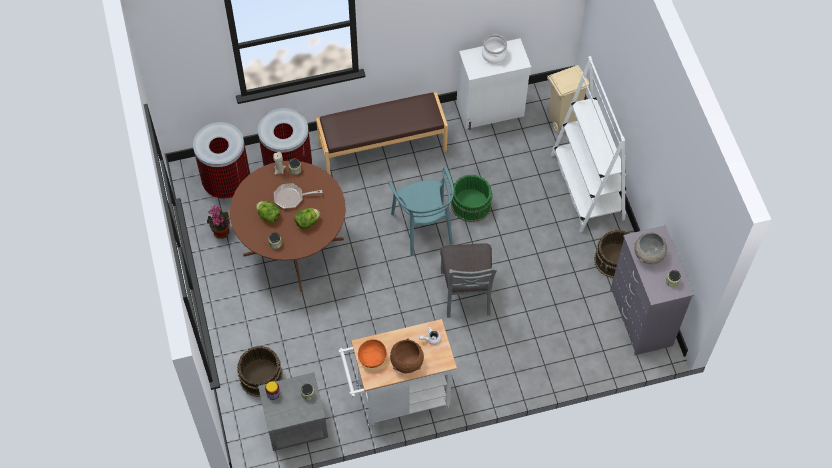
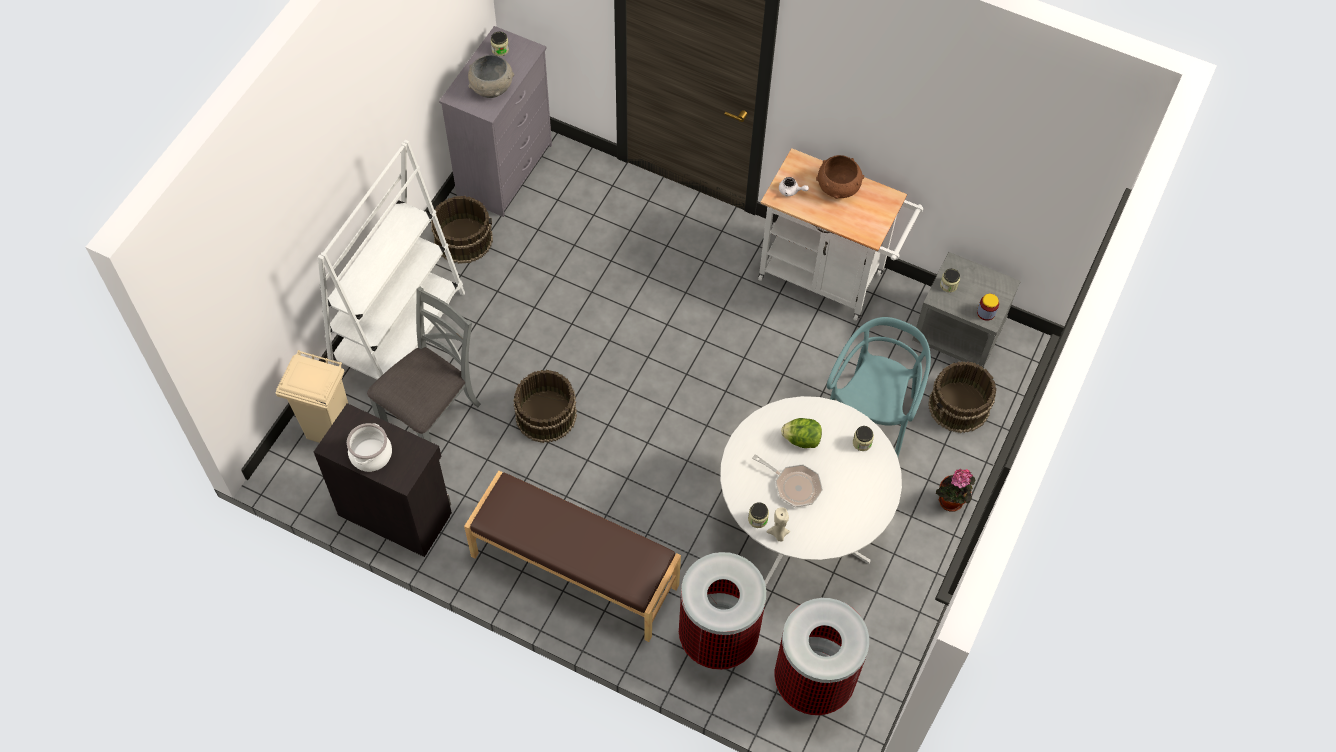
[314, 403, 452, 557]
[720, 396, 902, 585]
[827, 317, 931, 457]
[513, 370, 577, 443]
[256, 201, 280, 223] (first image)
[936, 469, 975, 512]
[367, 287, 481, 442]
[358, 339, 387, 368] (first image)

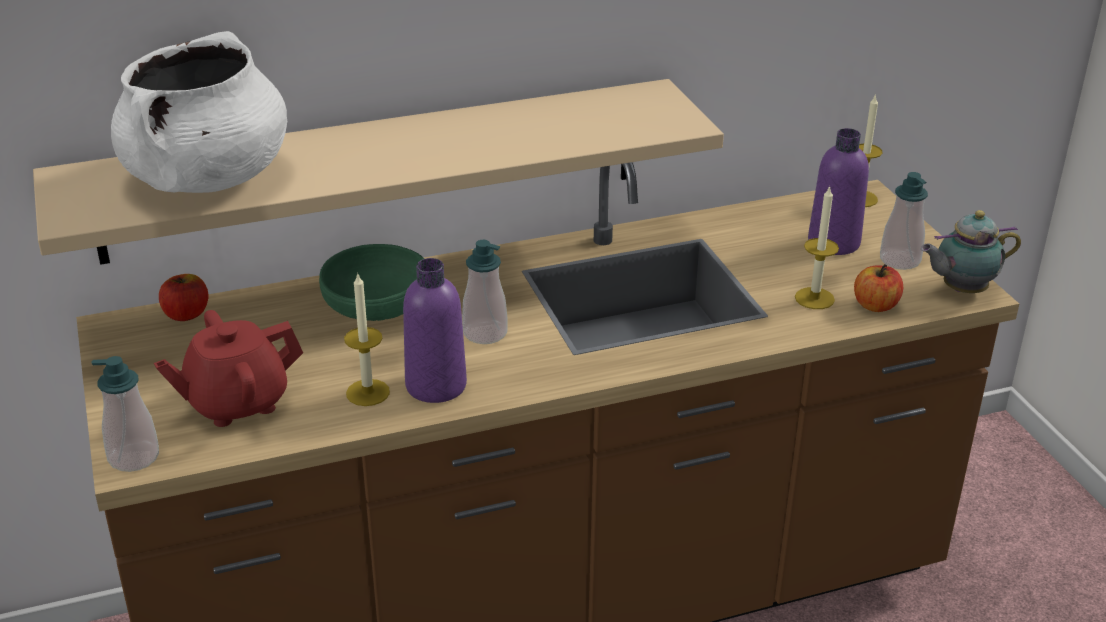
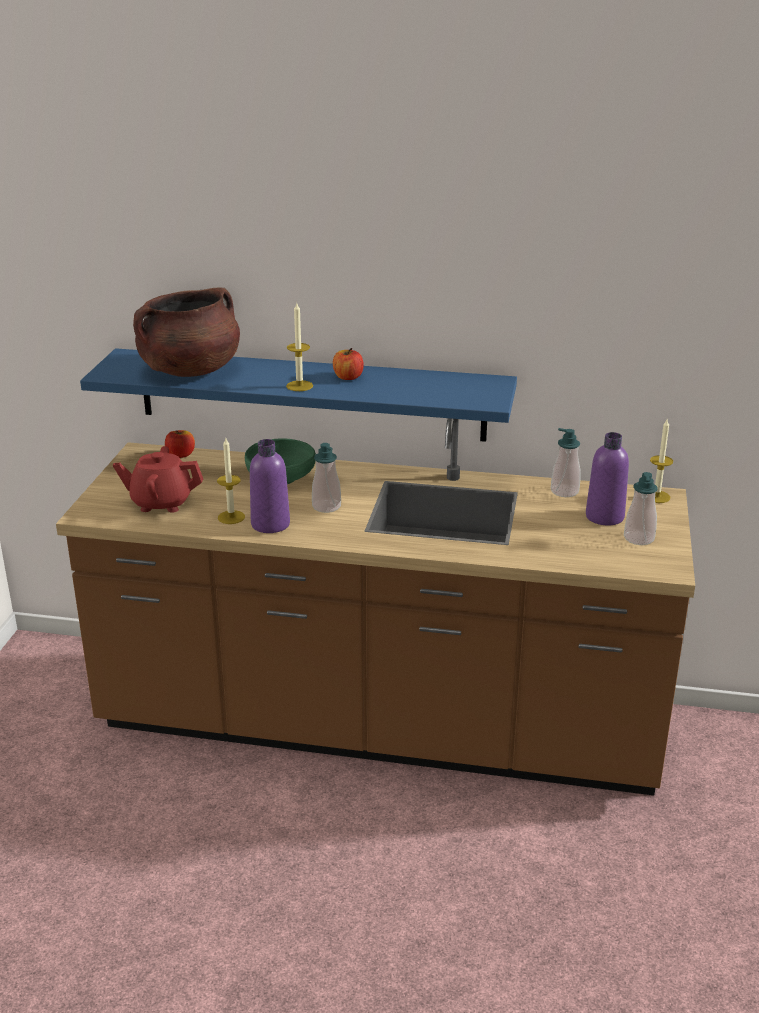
[133, 287, 240, 377]
[80, 348, 517, 442]
[286, 303, 313, 391]
[921, 210, 1021, 293] (first image)
[333, 348, 364, 380]
[551, 428, 581, 497]

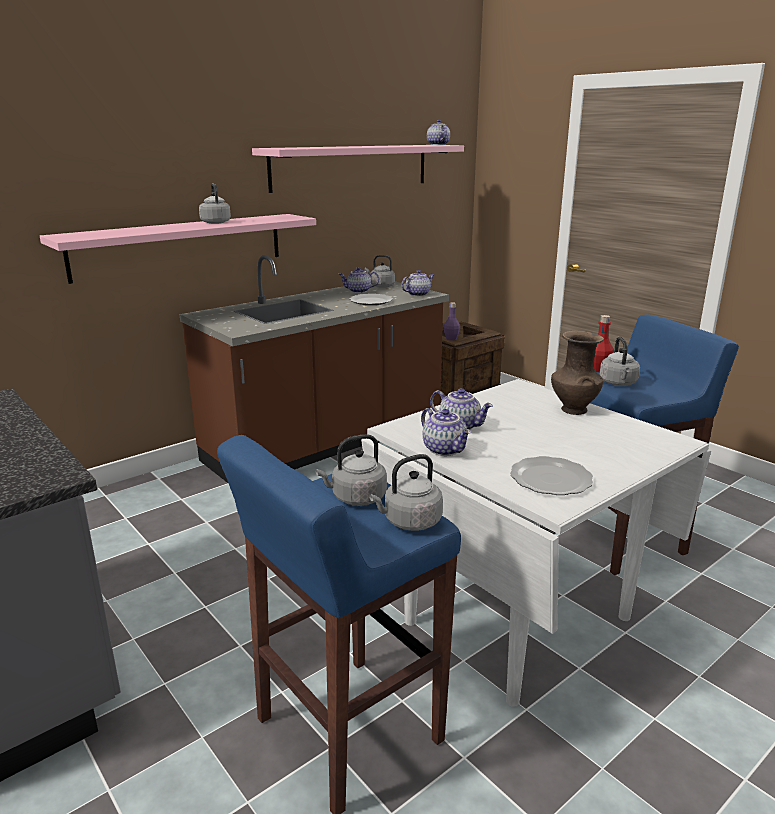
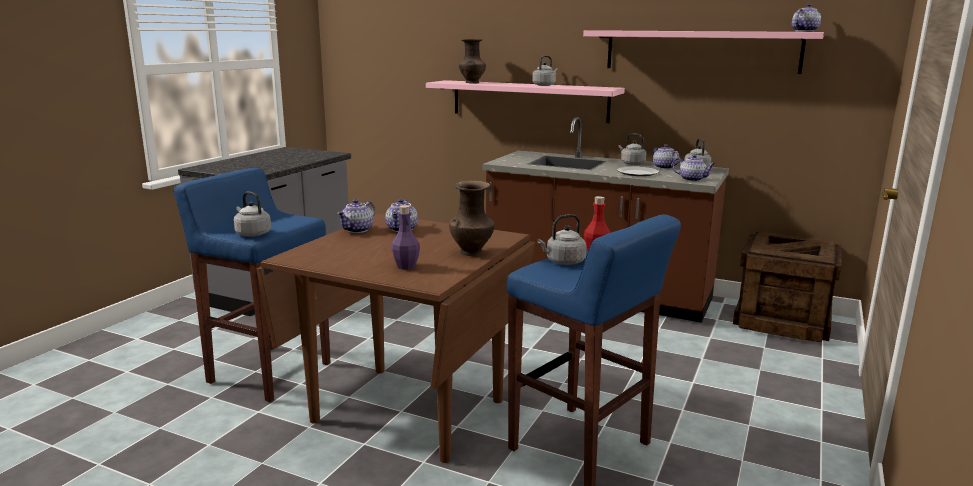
[391, 205, 420, 270]
[256, 214, 535, 463]
[619, 134, 646, 165]
[510, 456, 593, 495] (first image)
[459, 39, 486, 84]

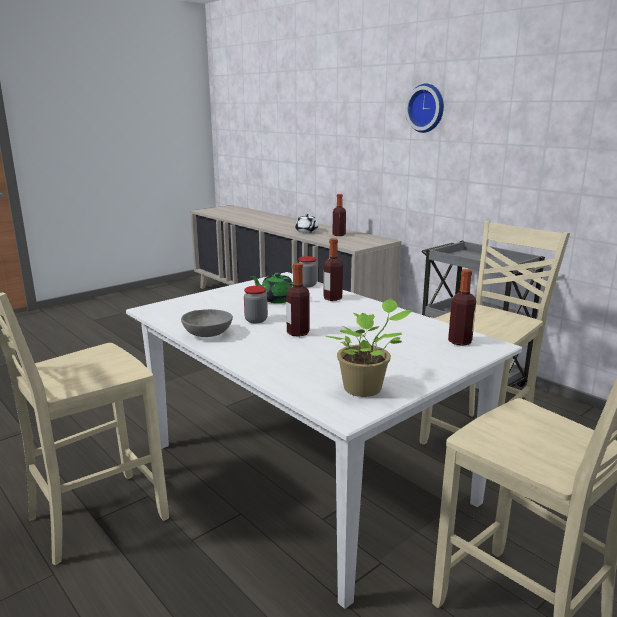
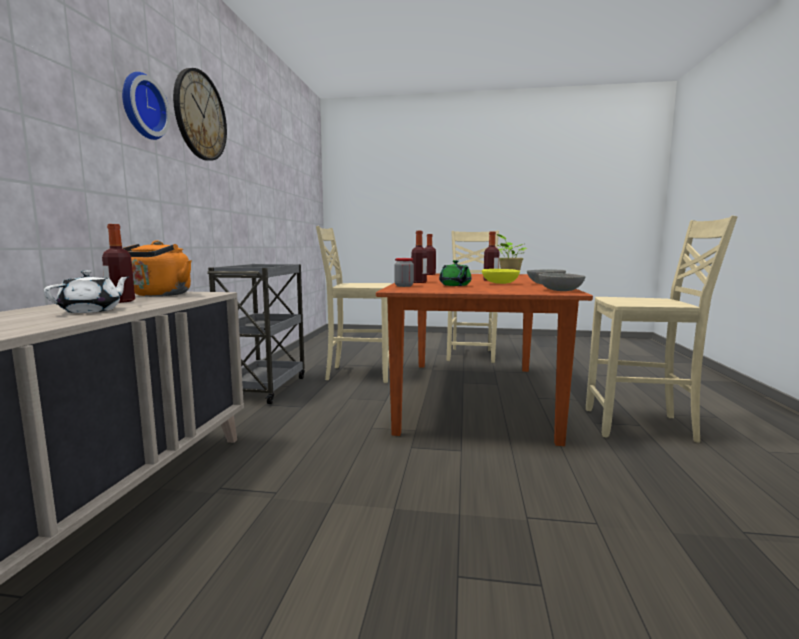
[376, 273, 593, 446]
[482, 269, 520, 284]
[173, 68, 227, 161]
[122, 240, 191, 296]
[539, 273, 585, 291]

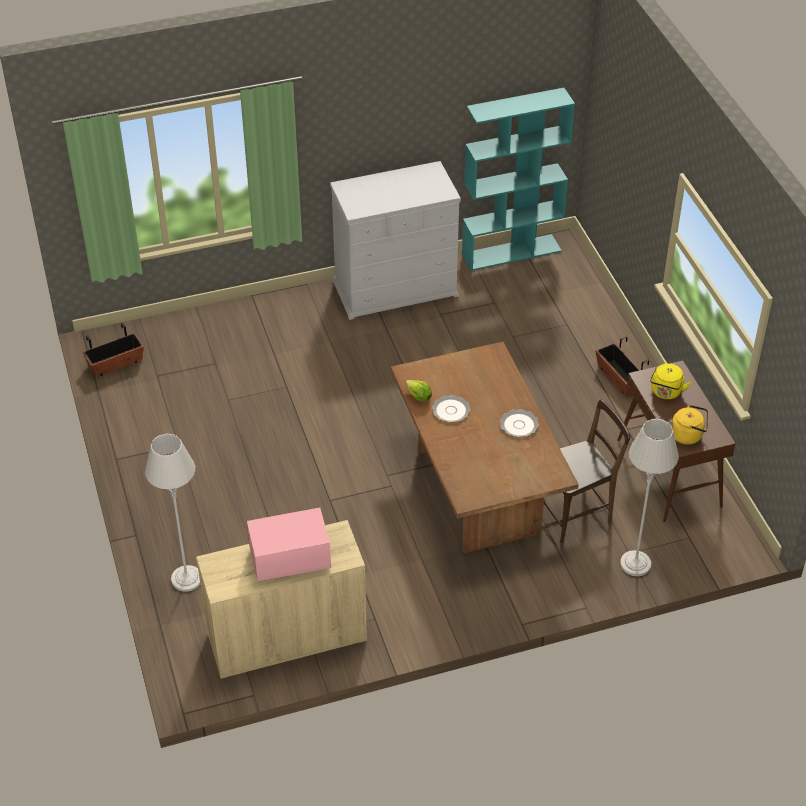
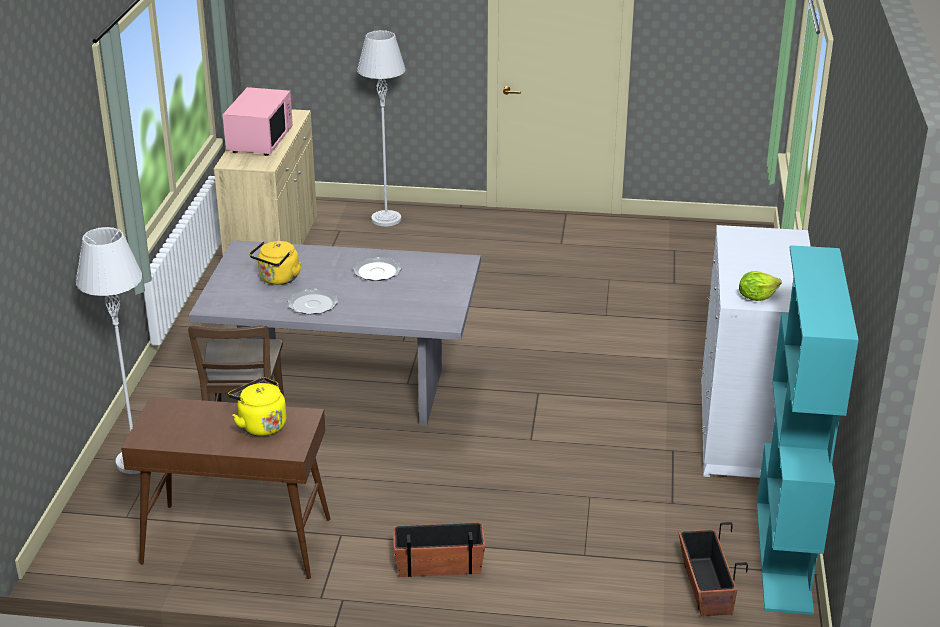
[679, 522, 748, 616]
[189, 240, 481, 426]
[739, 271, 782, 301]
[249, 241, 301, 285]

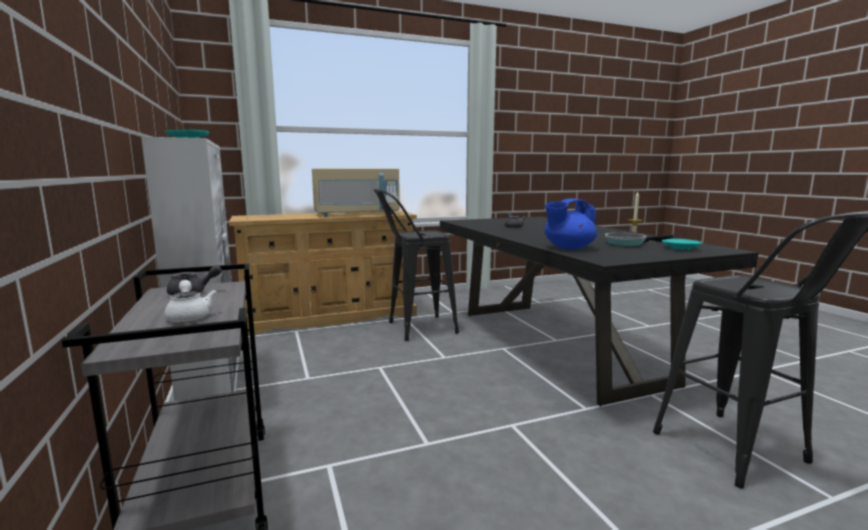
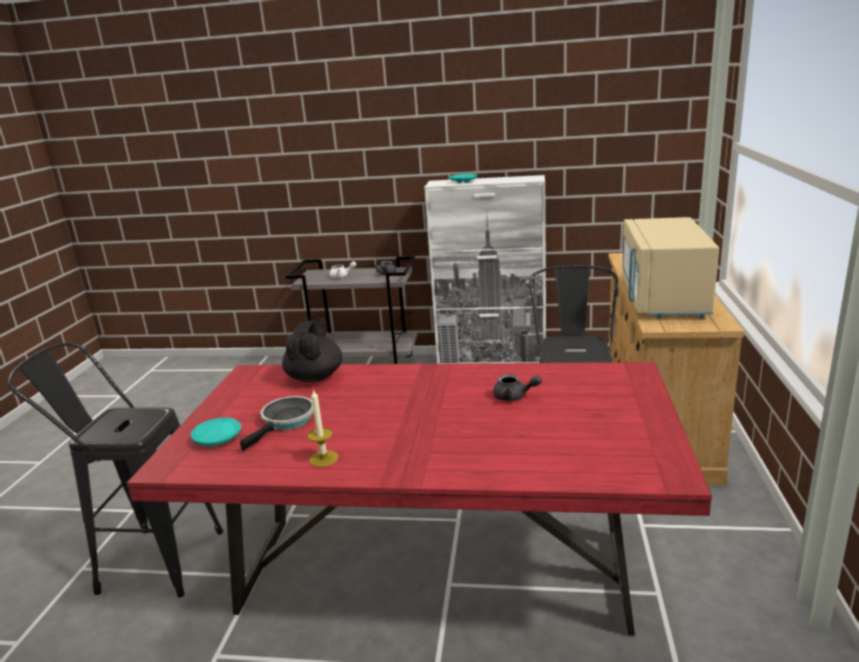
[282, 318, 343, 382]
[127, 362, 712, 636]

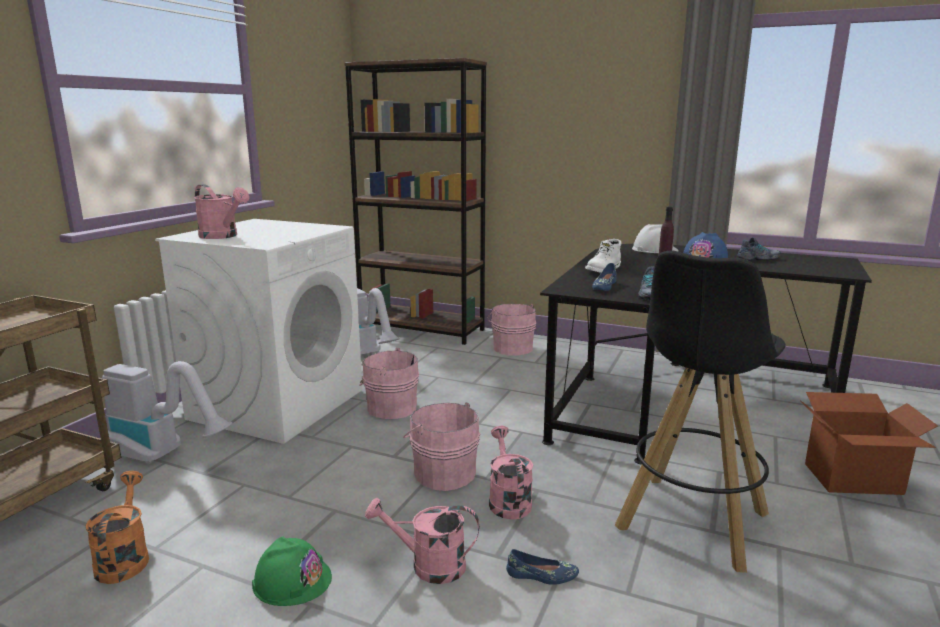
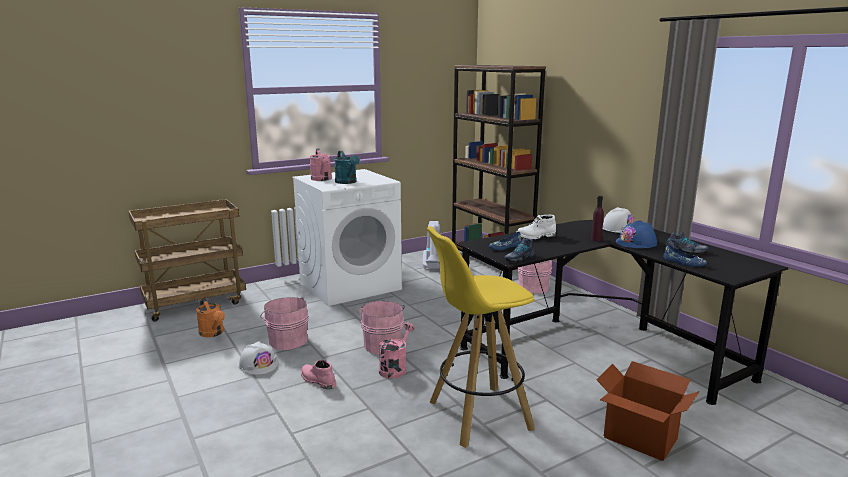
[427, 226, 535, 448]
[260, 297, 308, 350]
[102, 361, 232, 464] (first image)
[196, 297, 225, 337]
[301, 360, 336, 389]
[239, 341, 278, 375]
[663, 245, 707, 267]
[334, 151, 359, 184]

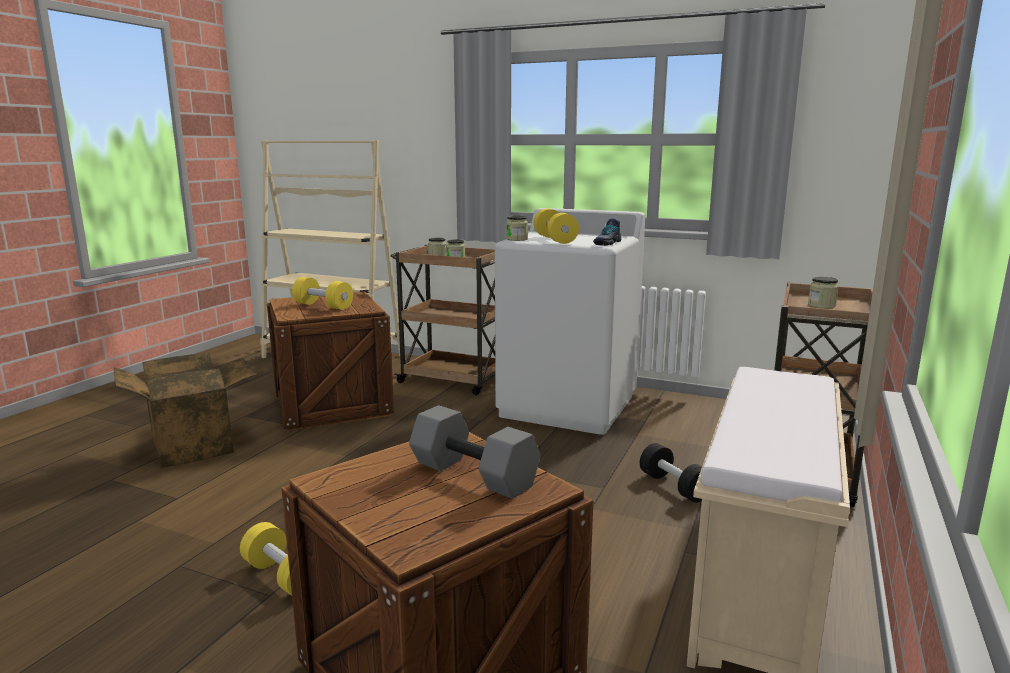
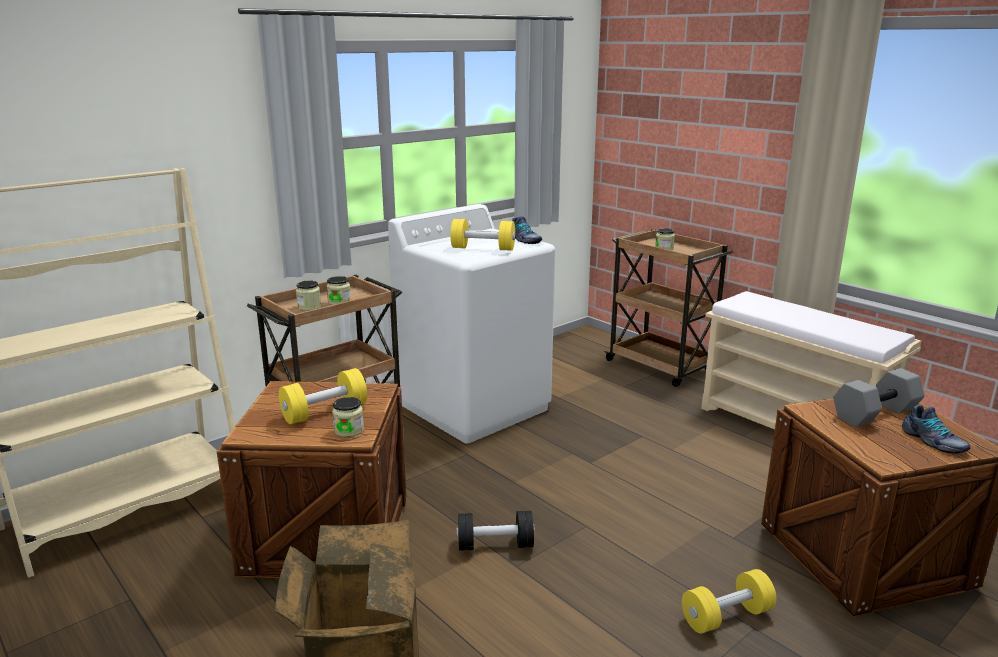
[332, 397, 364, 437]
[457, 511, 535, 551]
[902, 405, 970, 454]

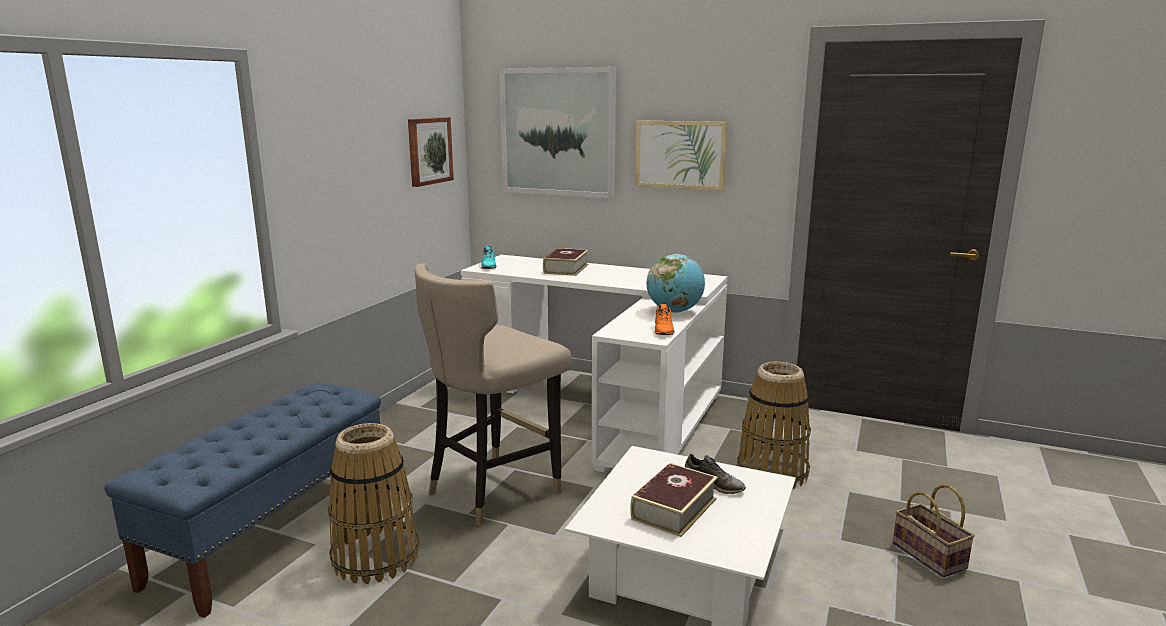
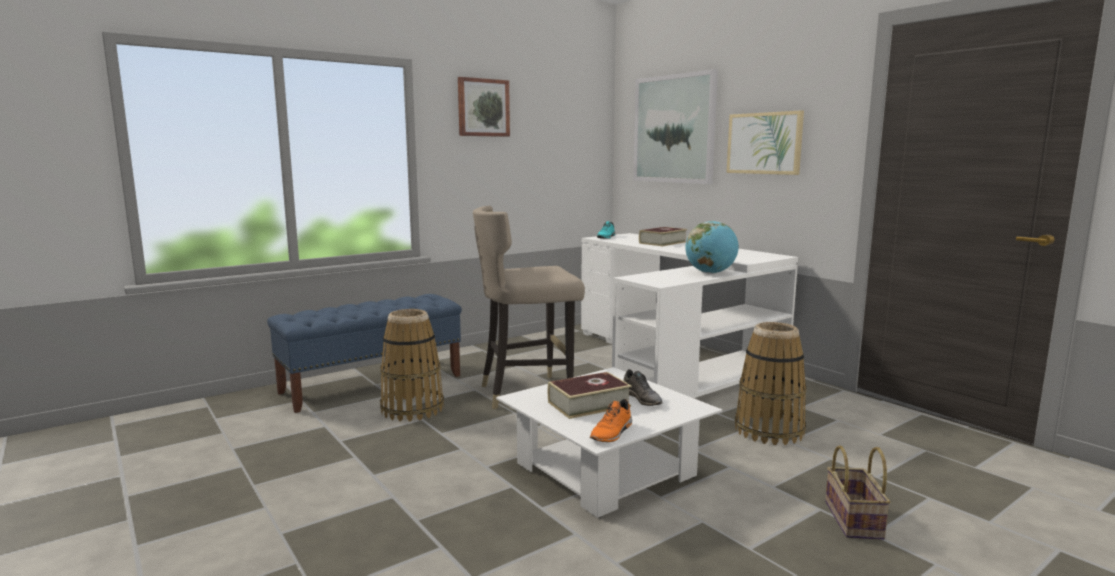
[458, 77, 510, 137]
[590, 399, 632, 442]

